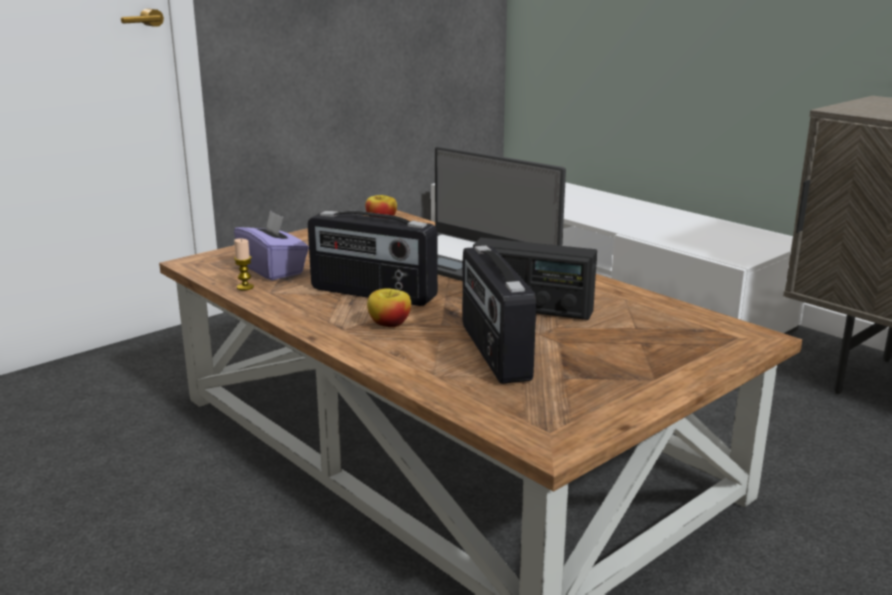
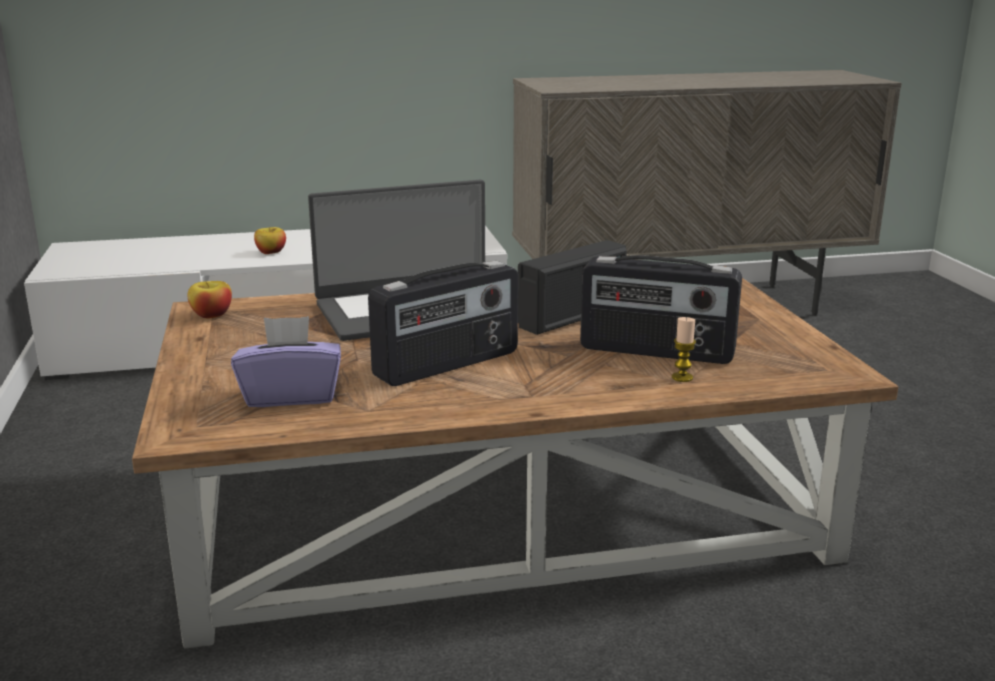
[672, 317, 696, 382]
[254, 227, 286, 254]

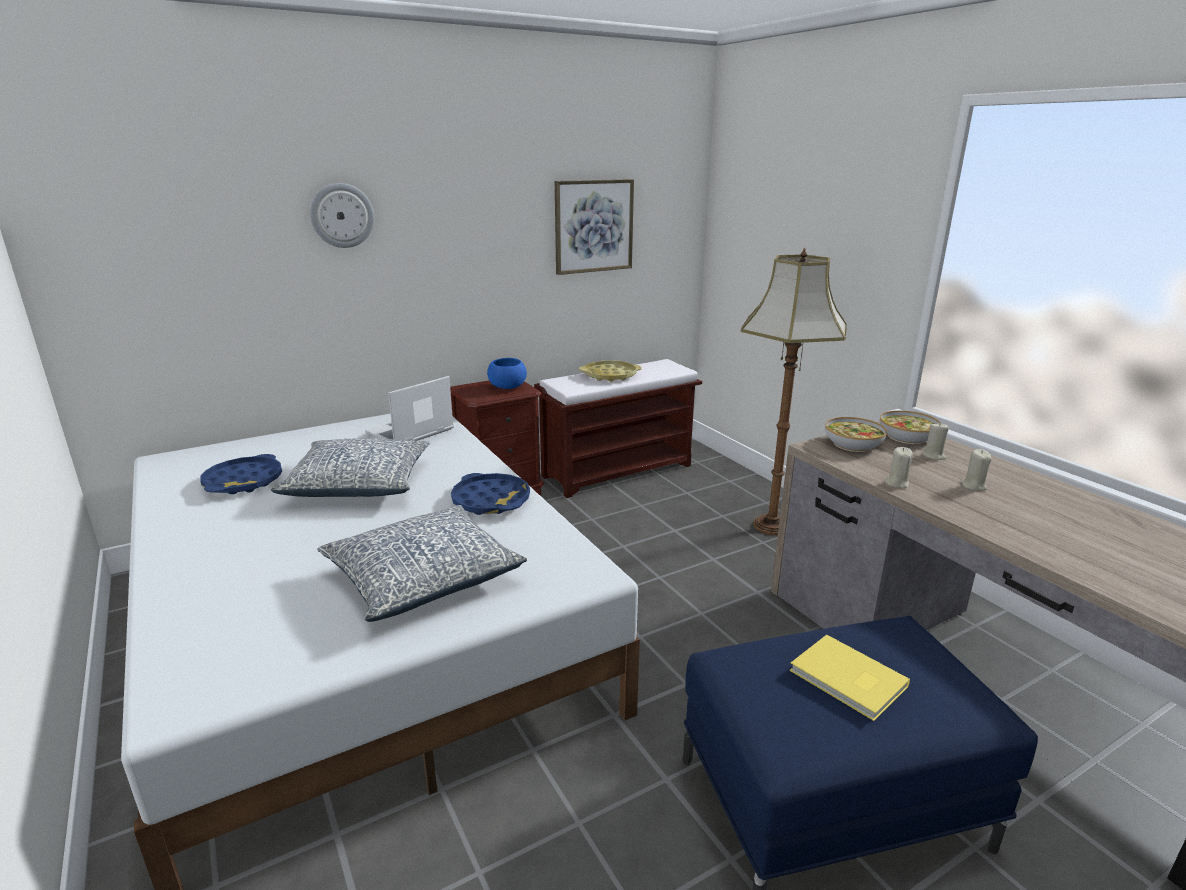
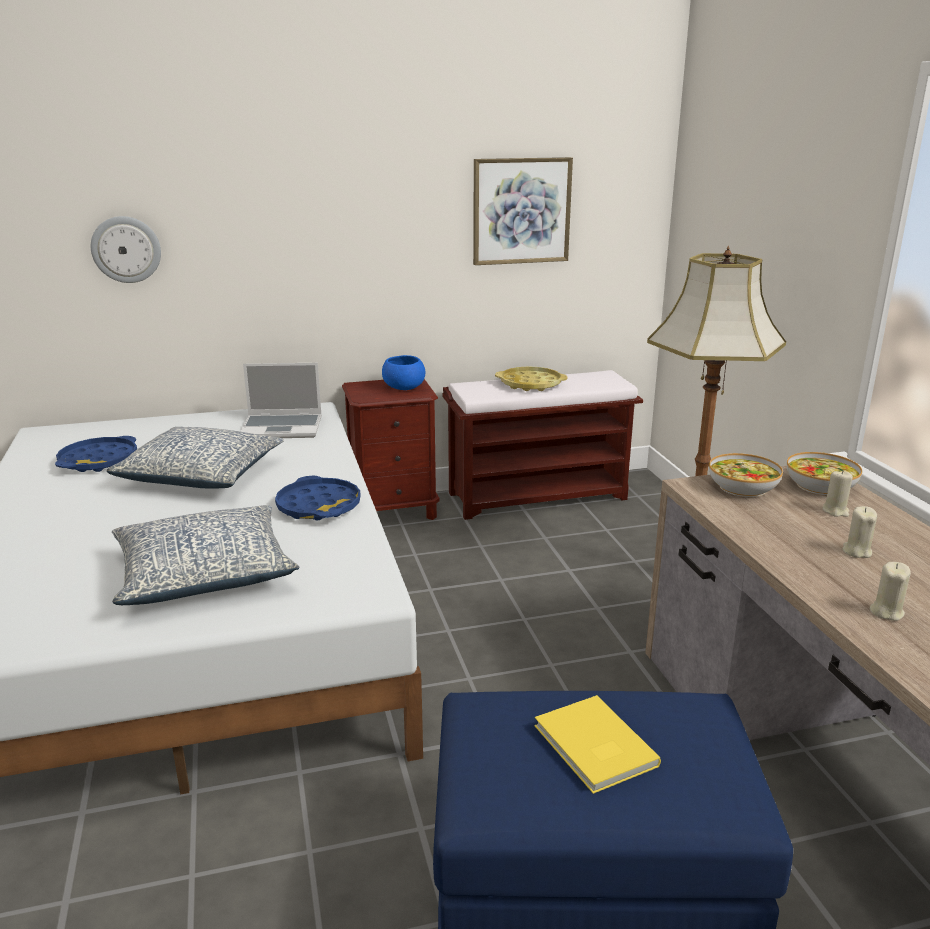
[91, 216, 161, 283]
[240, 363, 322, 438]
[870, 562, 911, 621]

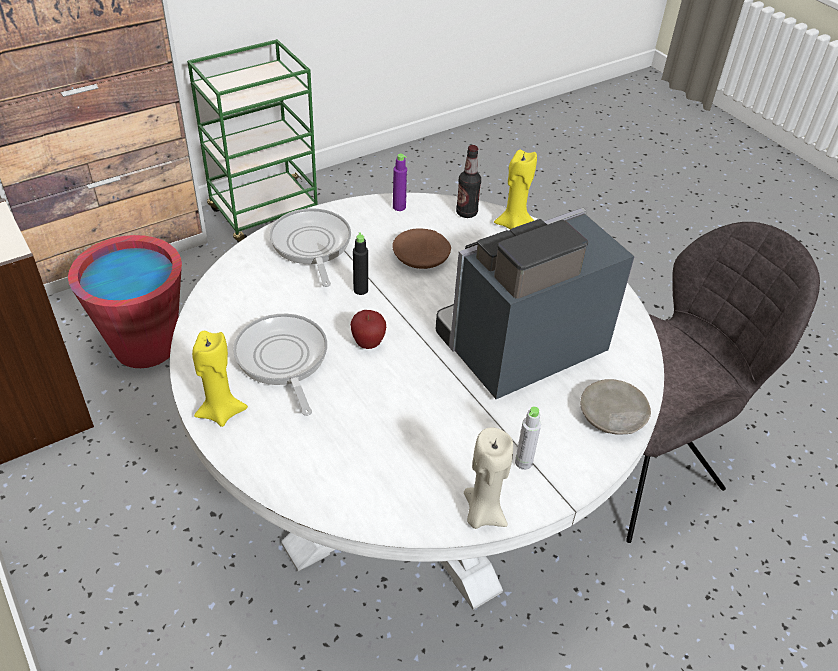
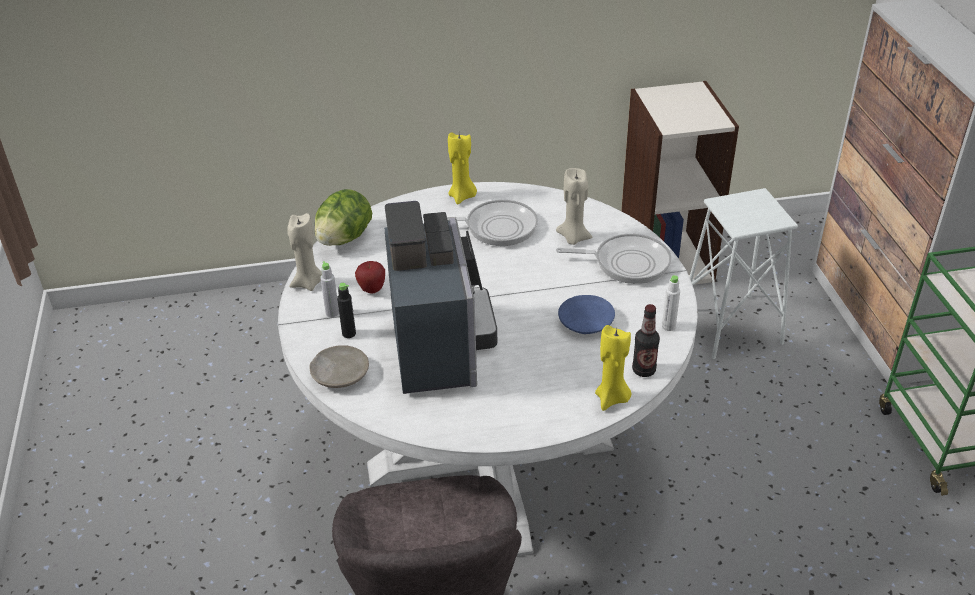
[662, 275, 680, 331]
[558, 295, 615, 334]
[337, 283, 356, 338]
[690, 188, 798, 359]
[355, 261, 385, 294]
[556, 168, 592, 245]
[315, 189, 372, 246]

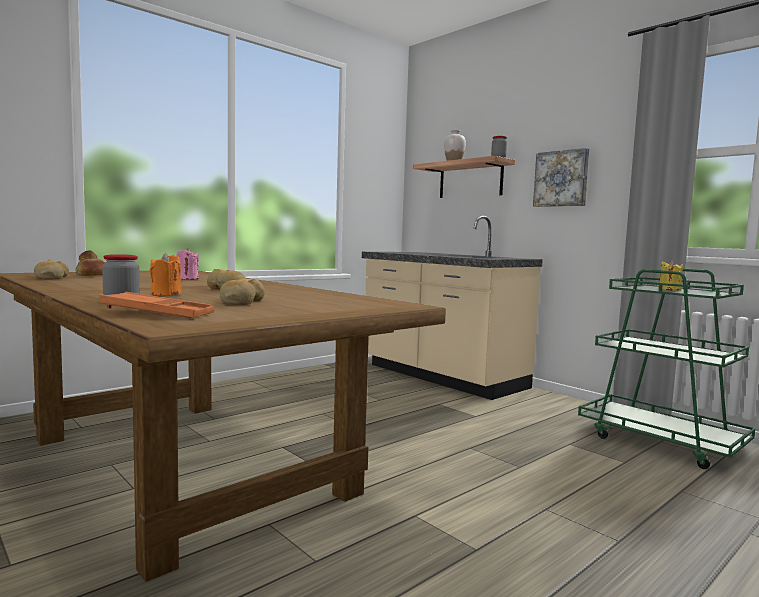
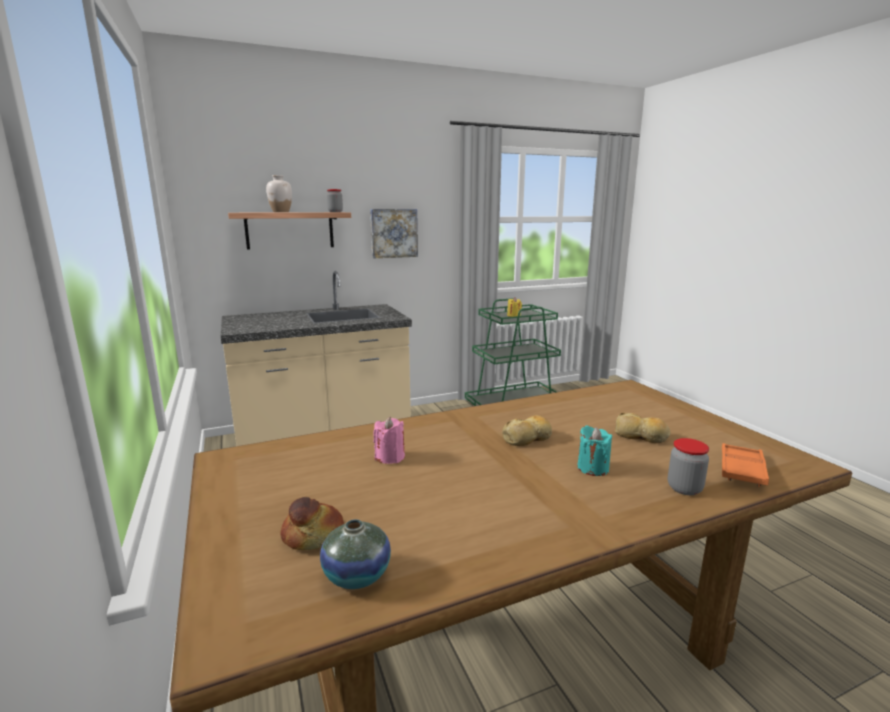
[577, 425, 612, 476]
[320, 519, 391, 589]

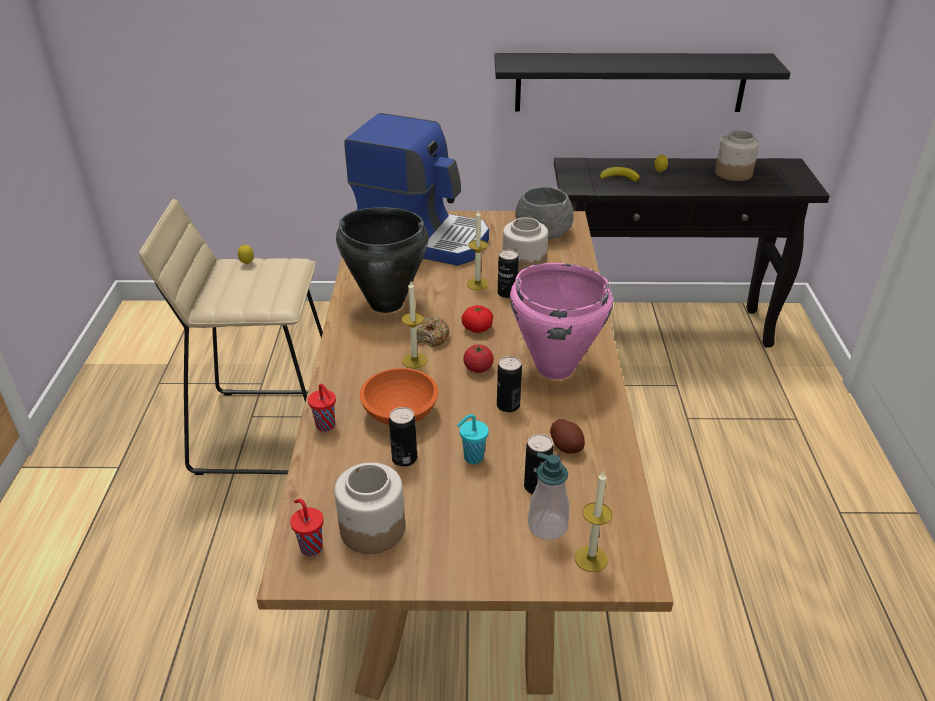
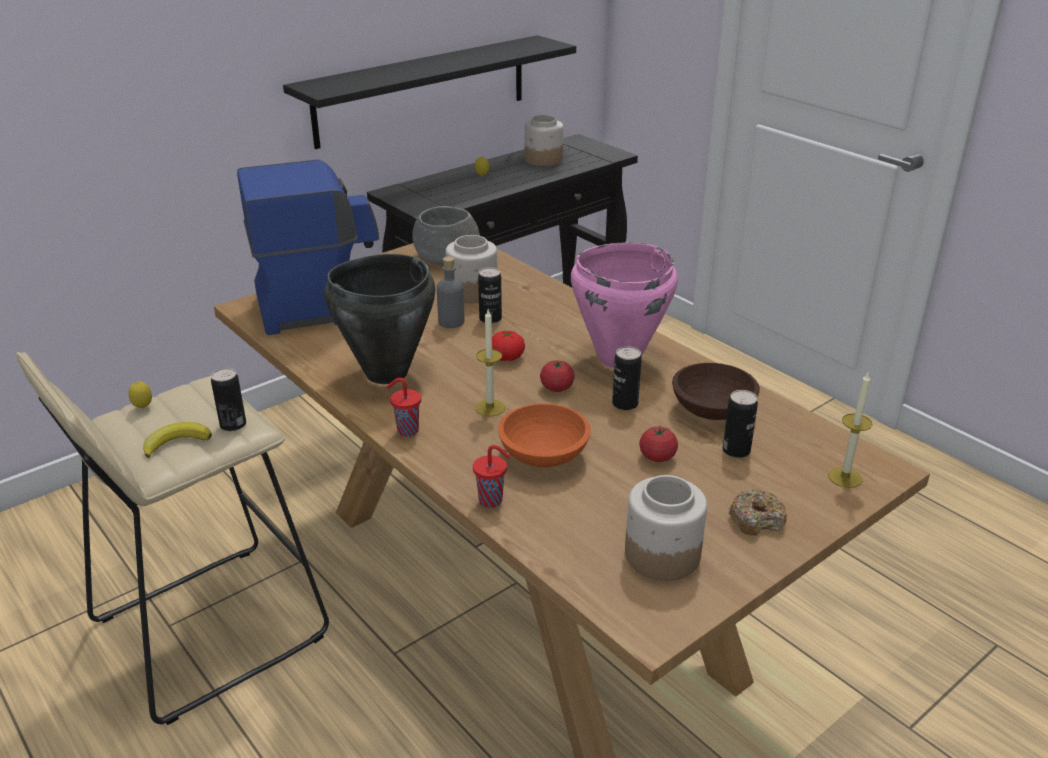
[143, 422, 212, 458]
[437, 256, 464, 328]
[729, 489, 787, 536]
[211, 368, 246, 431]
[639, 425, 678, 462]
[672, 363, 760, 420]
[528, 452, 569, 540] (first image)
[387, 378, 421, 437]

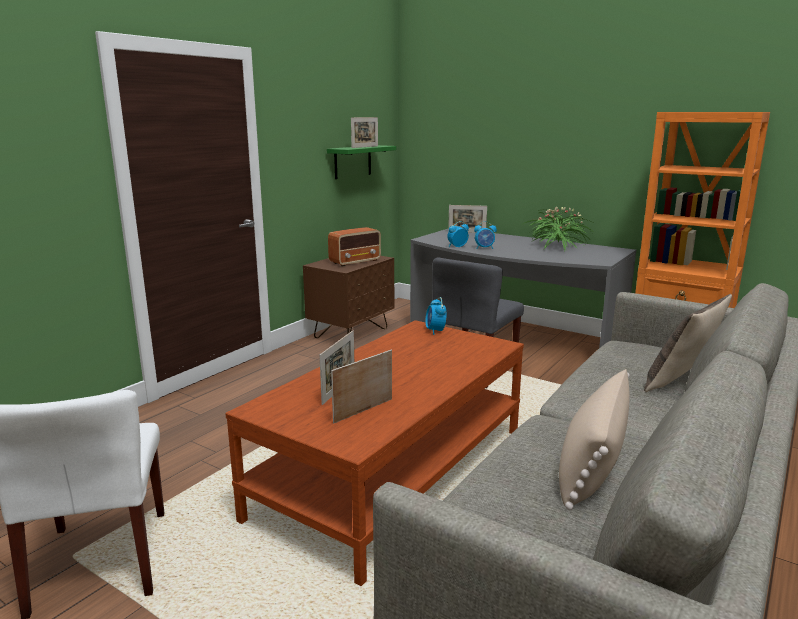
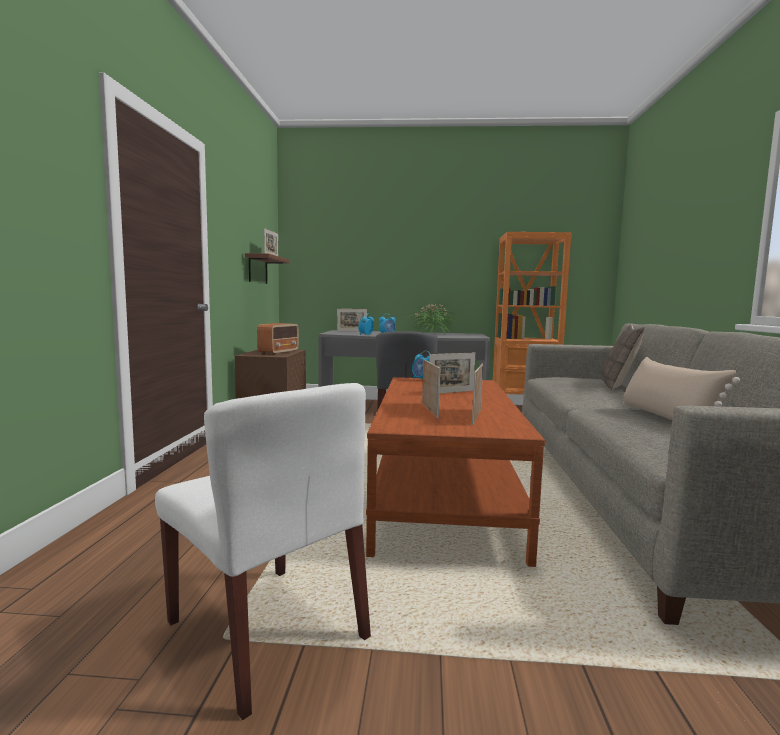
[245, 253, 290, 284]
[429, 352, 475, 394]

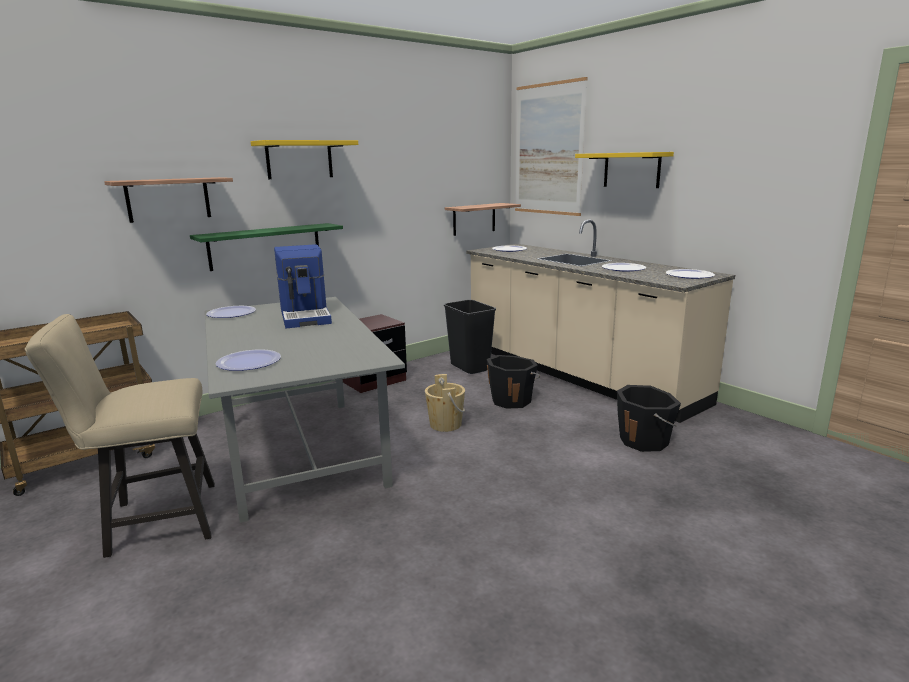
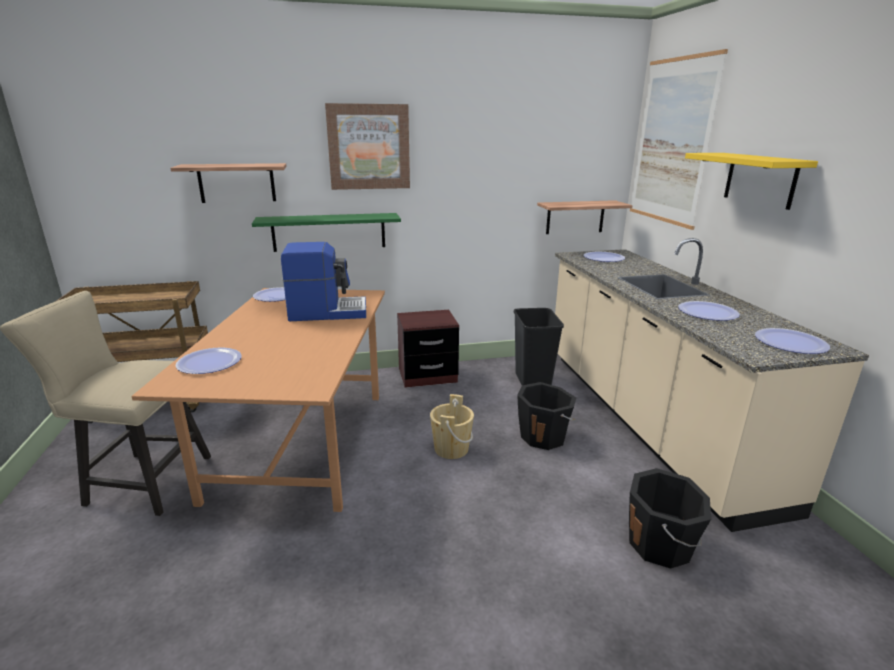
[325, 103, 410, 190]
[281, 242, 366, 321]
[131, 288, 385, 512]

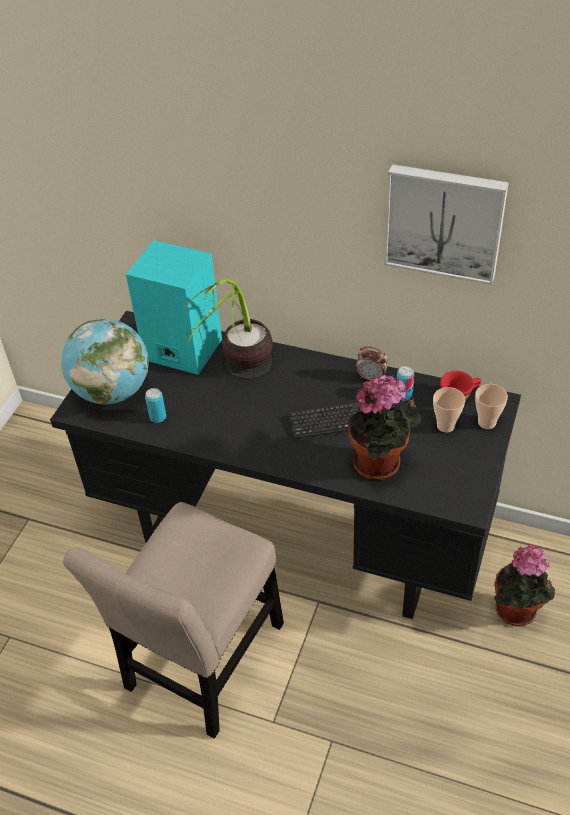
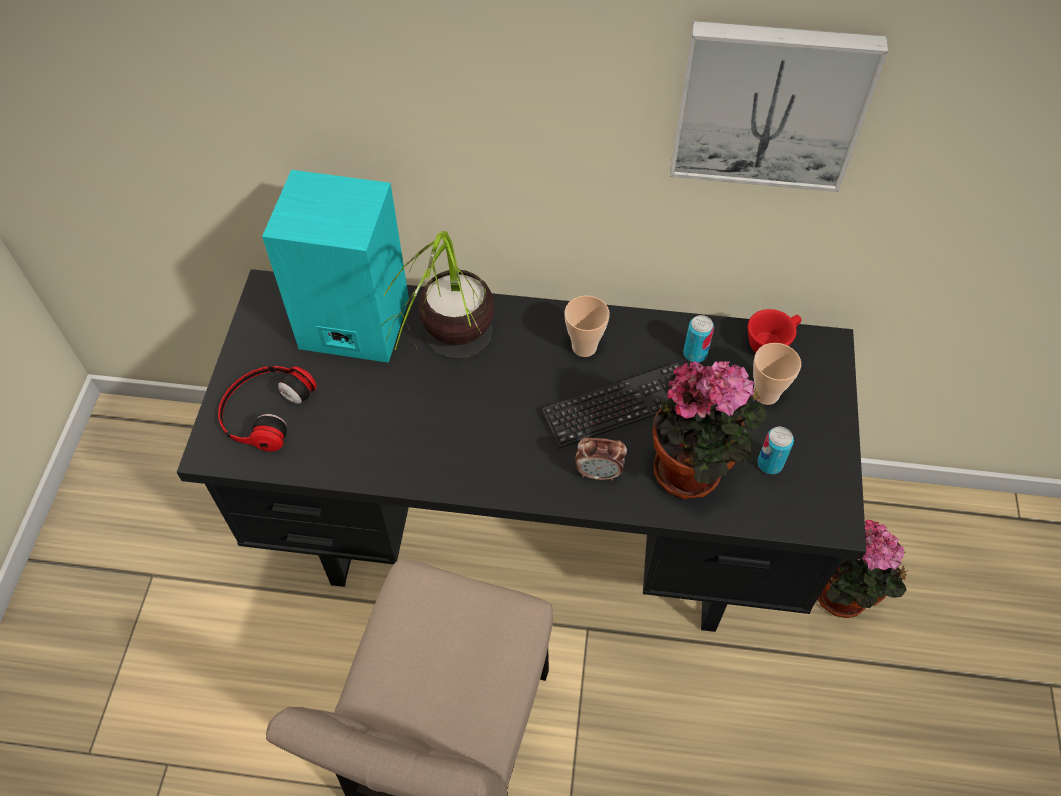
[218, 365, 317, 452]
[576, 437, 627, 481]
[564, 296, 609, 357]
[757, 427, 794, 474]

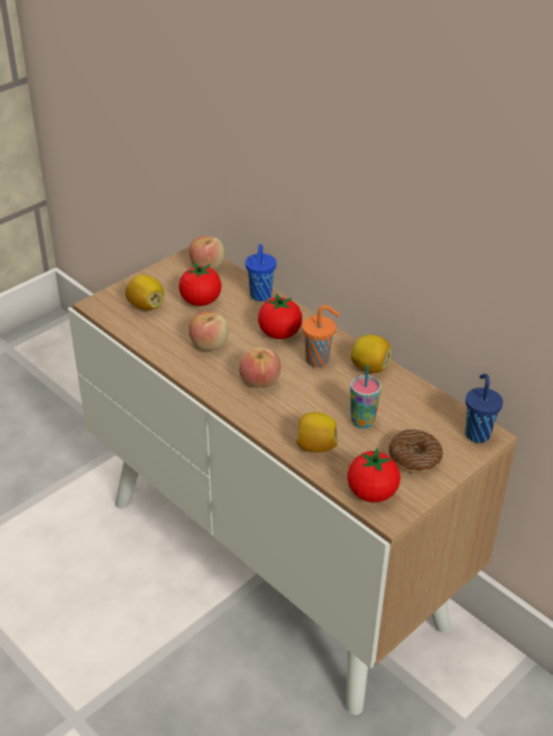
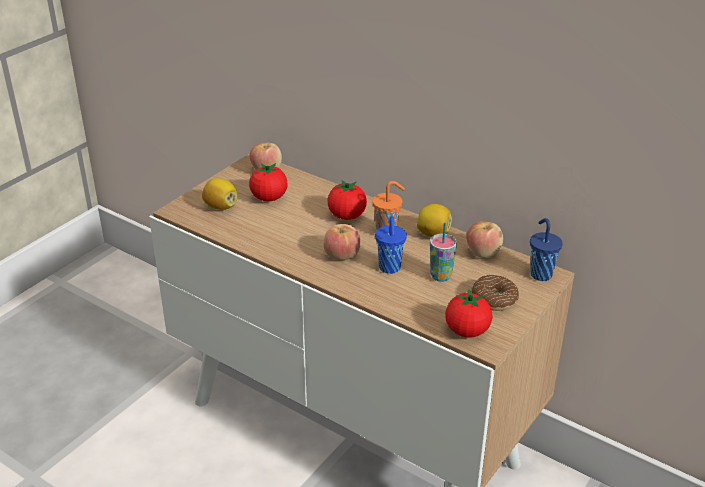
[375, 216, 407, 274]
[466, 221, 503, 258]
[296, 412, 338, 452] (first image)

